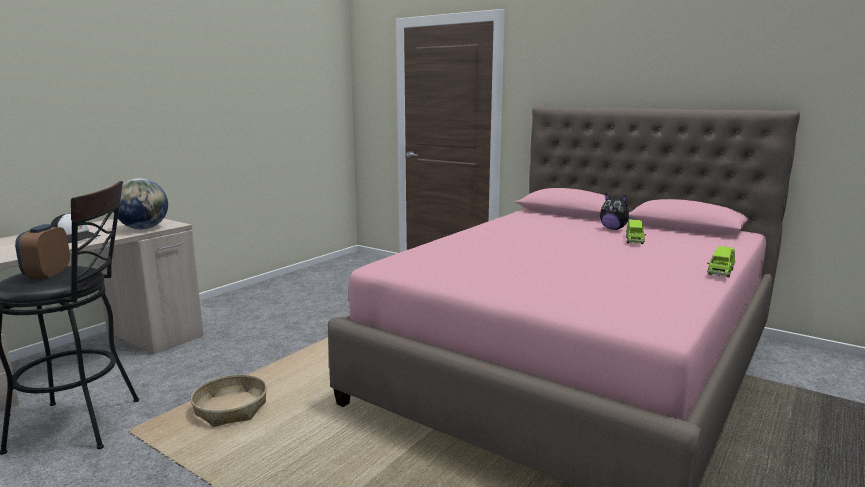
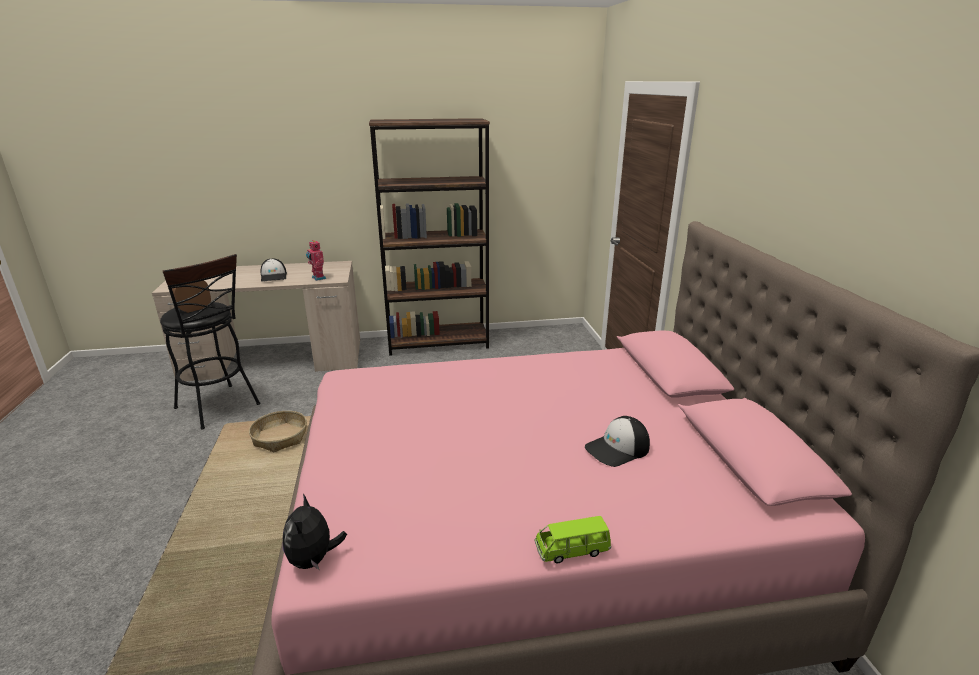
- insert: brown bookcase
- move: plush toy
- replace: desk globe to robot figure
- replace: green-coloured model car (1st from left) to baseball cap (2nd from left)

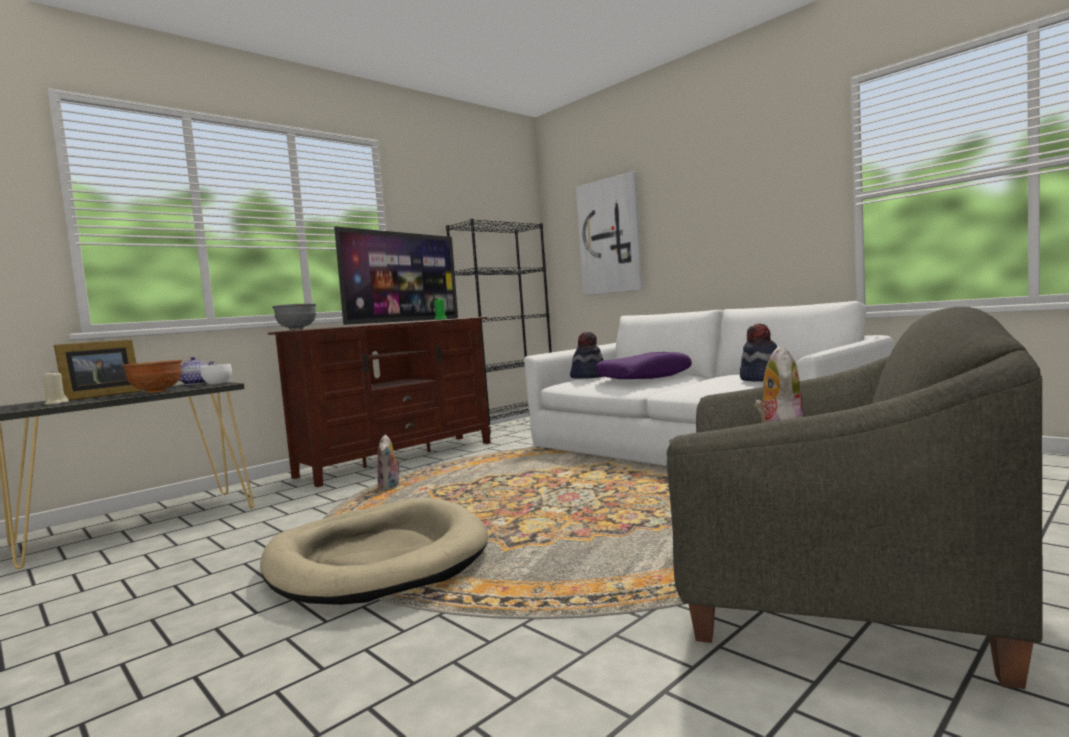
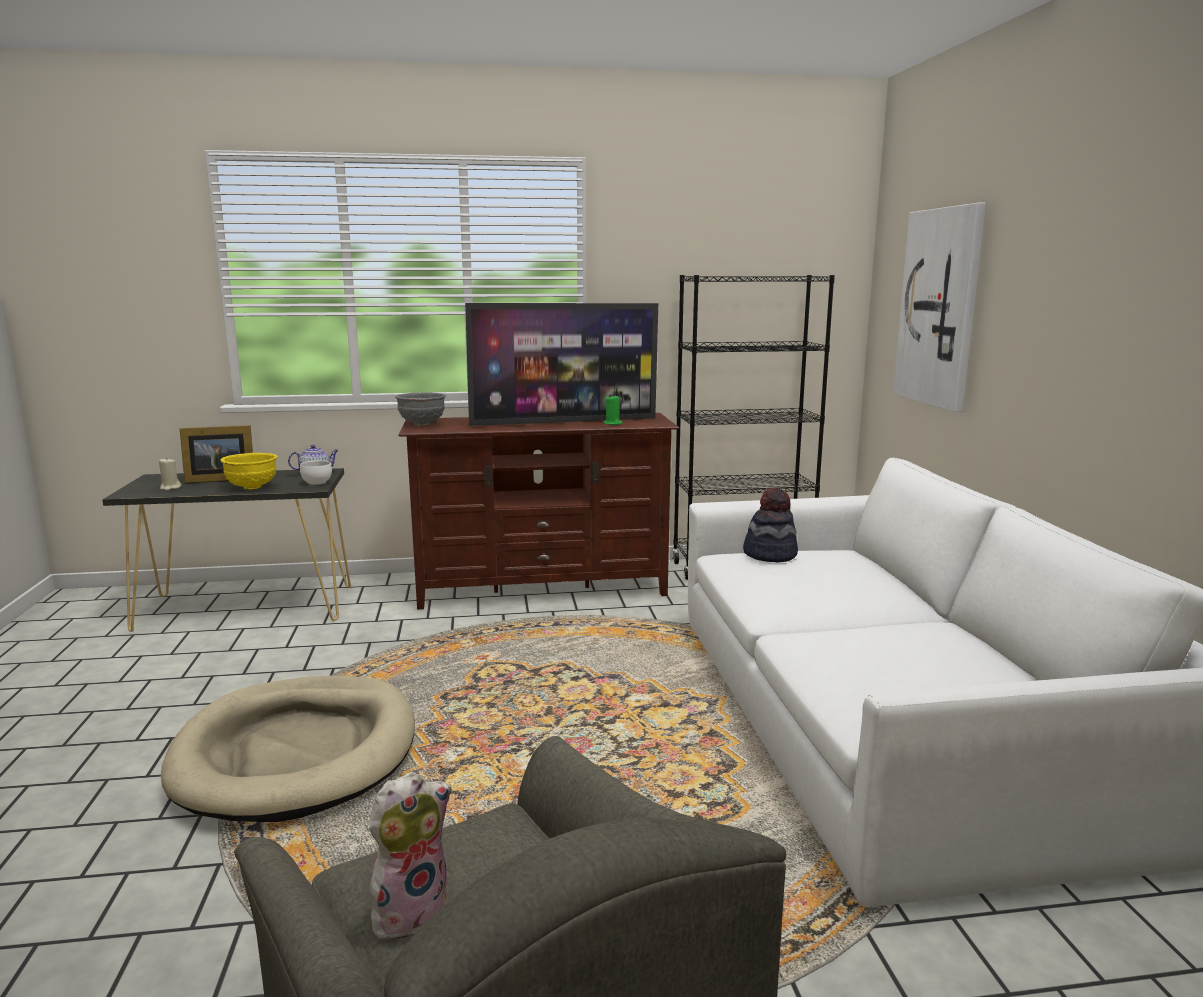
- delete: plush toy (1st from left)
- delete: purple-coloured throw pillow
- delete: wearable hat (2nd from left)
- recolor: brown bowl to yellowish bowl

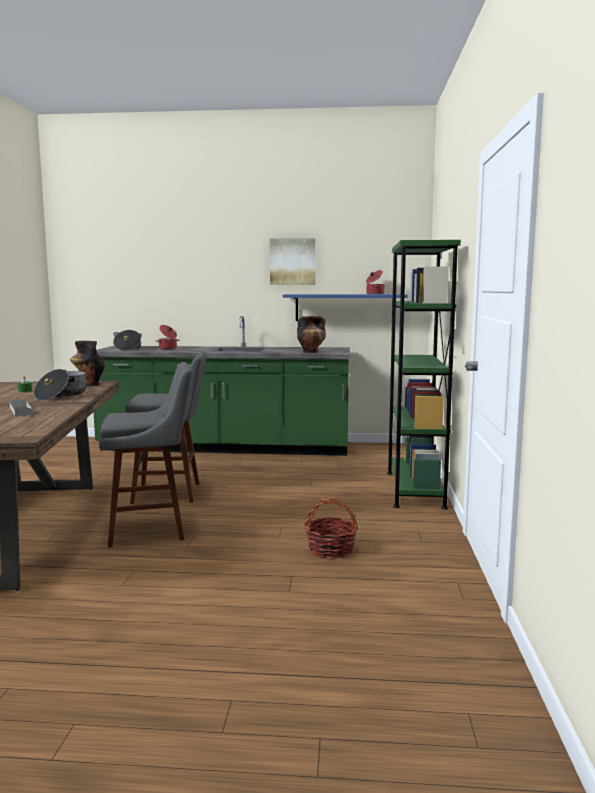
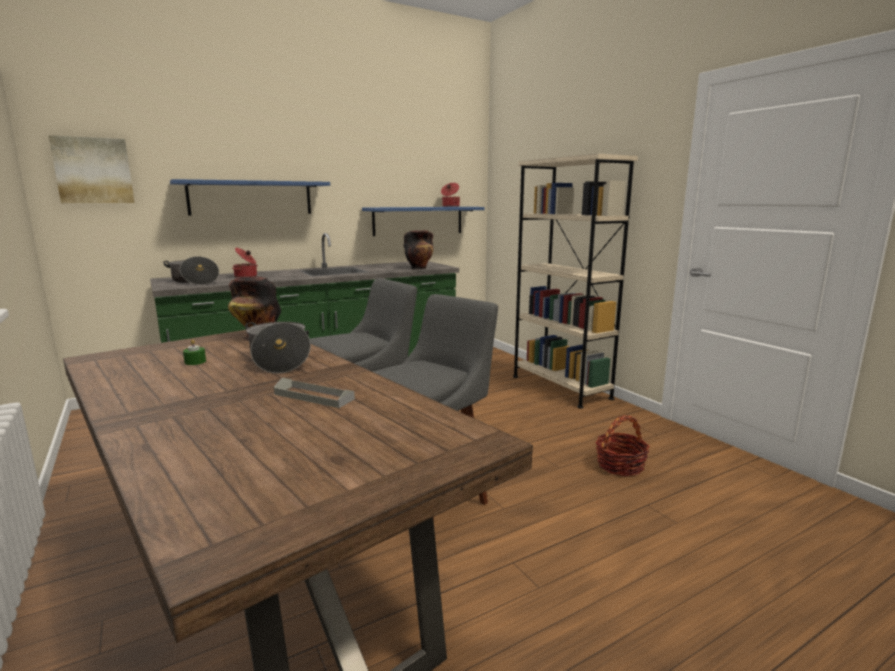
- insert: blue bracket shelf (1st from left)
- move: wall picture
- recolor: green-coloured bookcase to beige bookcase

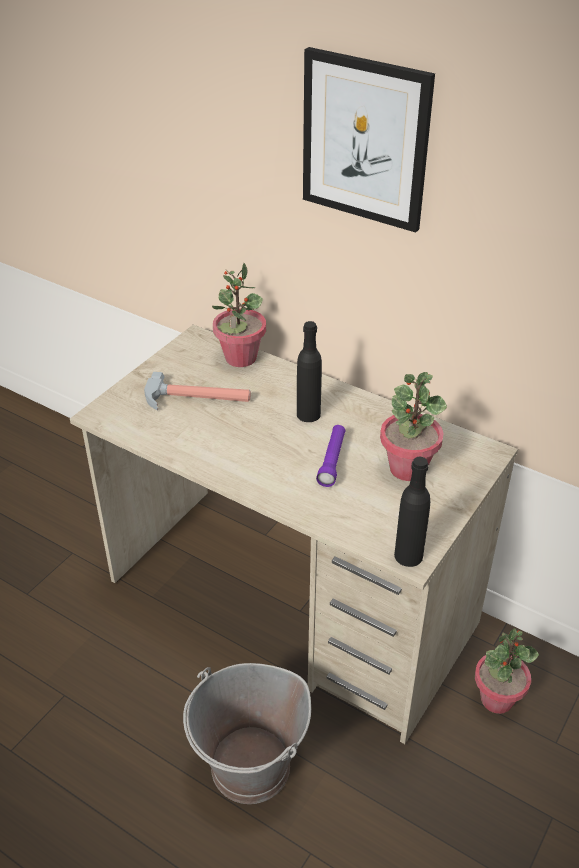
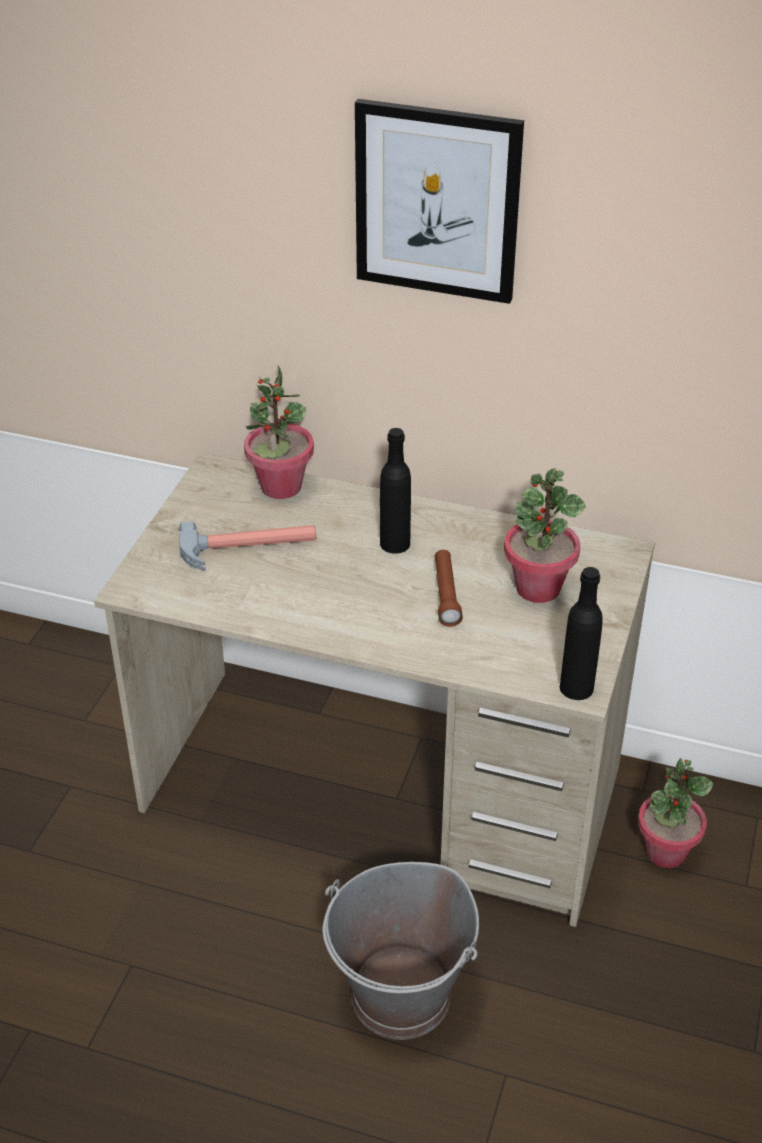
- recolor: purple-coloured hand torch to brown hand torch

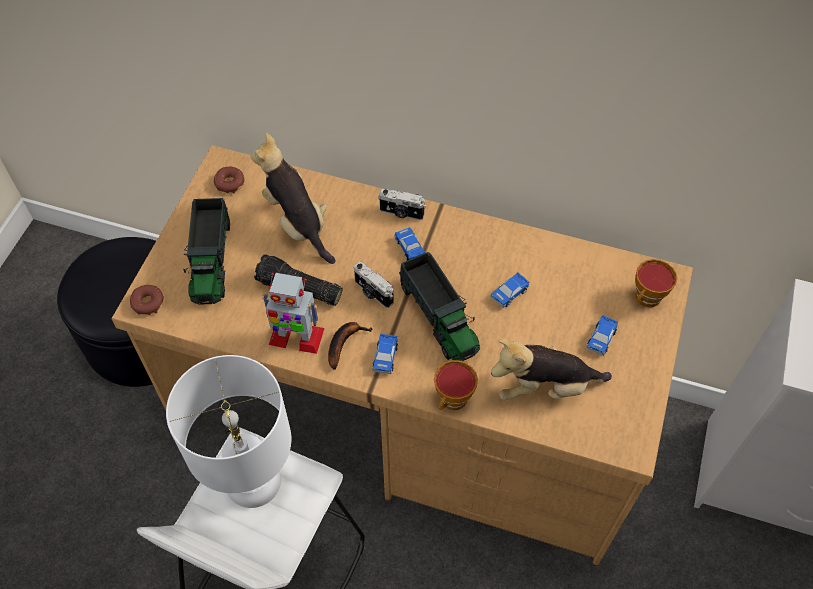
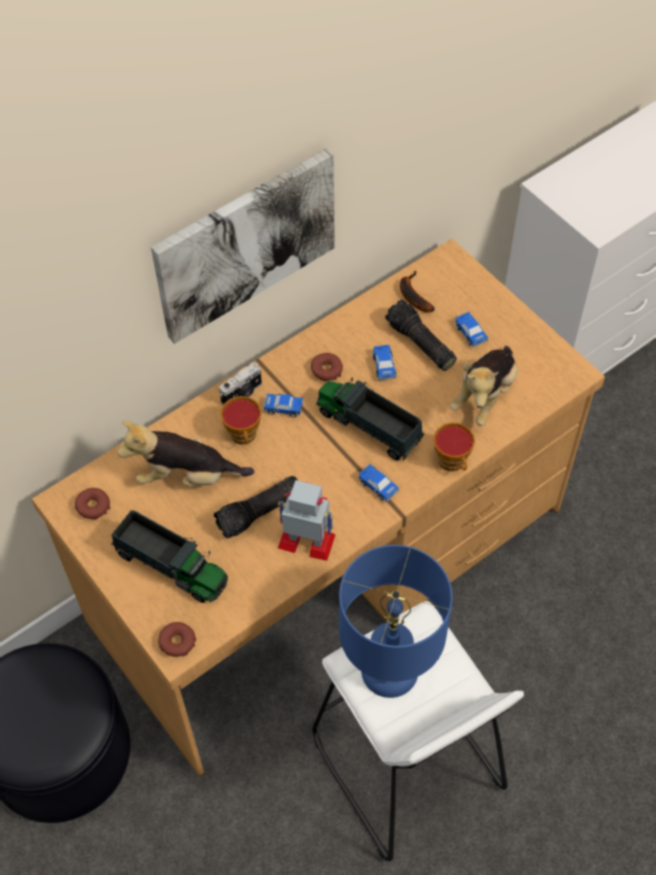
- delete: photo camera (1st from left)
- insert: wall picture
- insert: ring doughnut (3rd from left)
- insert: hand torch (2nd from left)
- move: whole banana
- move: small cup (2nd from left in the first image) to small cup (1st from left)
- recolor: white-coloured table lamp to blue table lamp
- rotate: robot figure 120 degrees counterclockwise
- rotate: toy lorry (2nd from left) 150 degrees counterclockwise

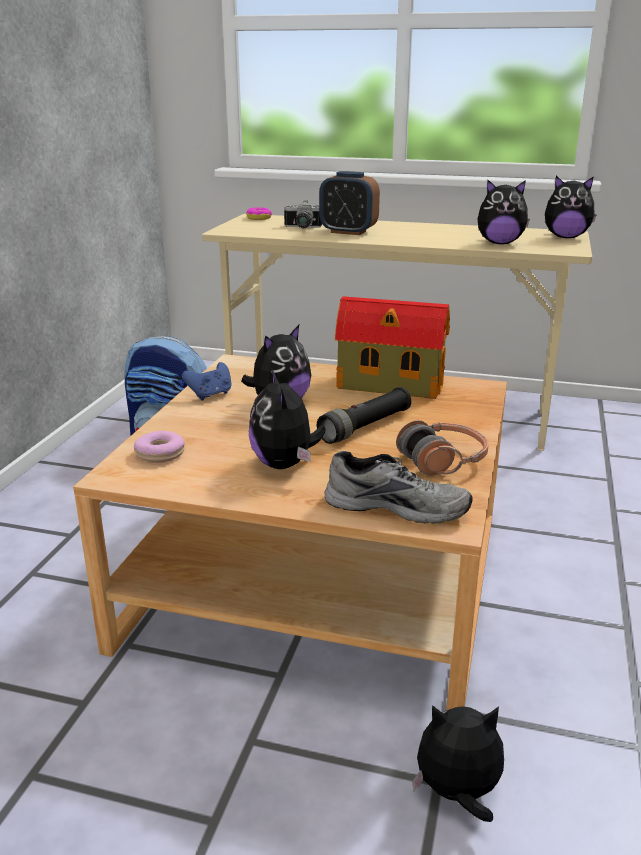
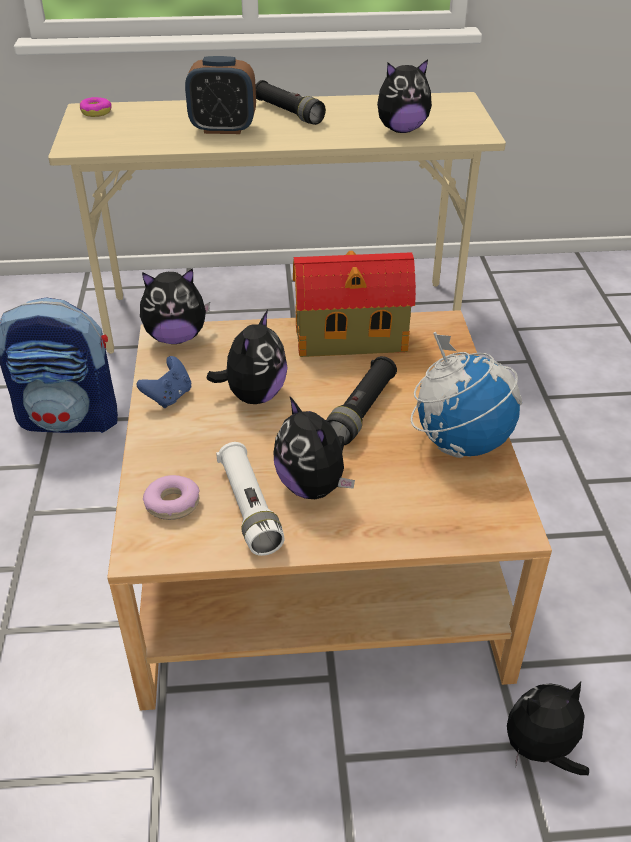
- delete: photo camera
- delete: gray low shoe
- insert: white-coloured hand torch
- insert: black-coloured hand torch (1st from left)
- move: plush toy (5th from left in the first image) to plush toy (1st from left)
- replace: headset to desk globe

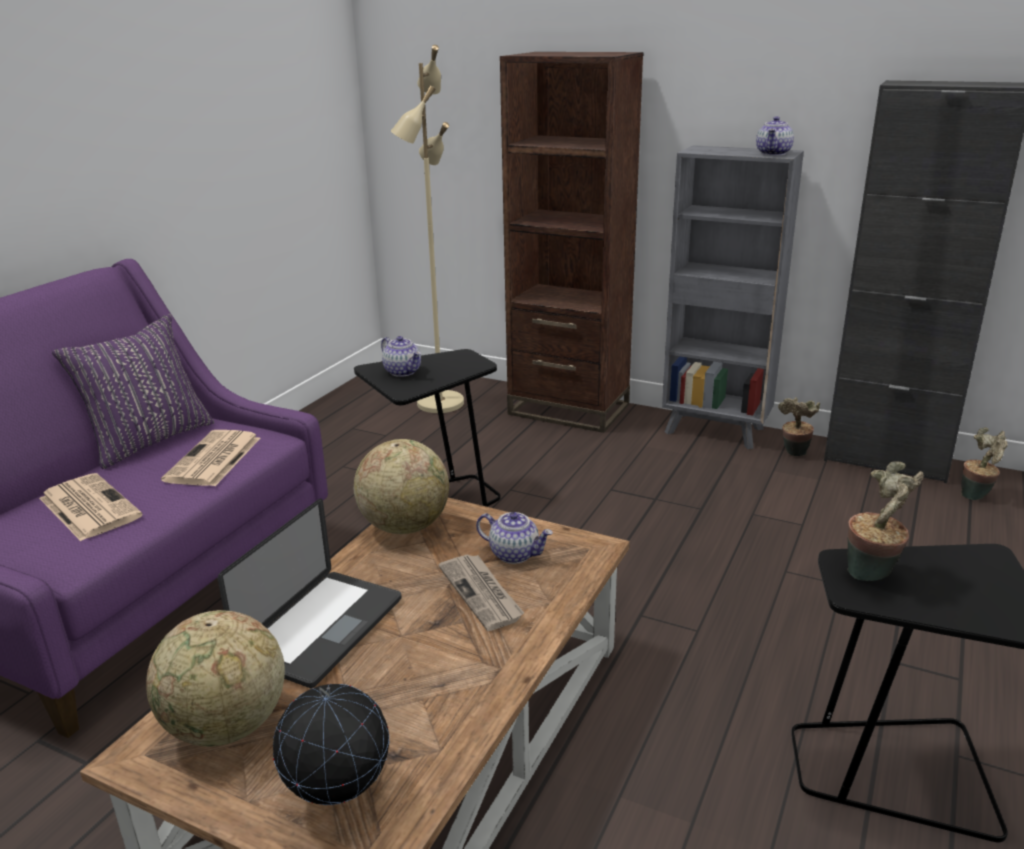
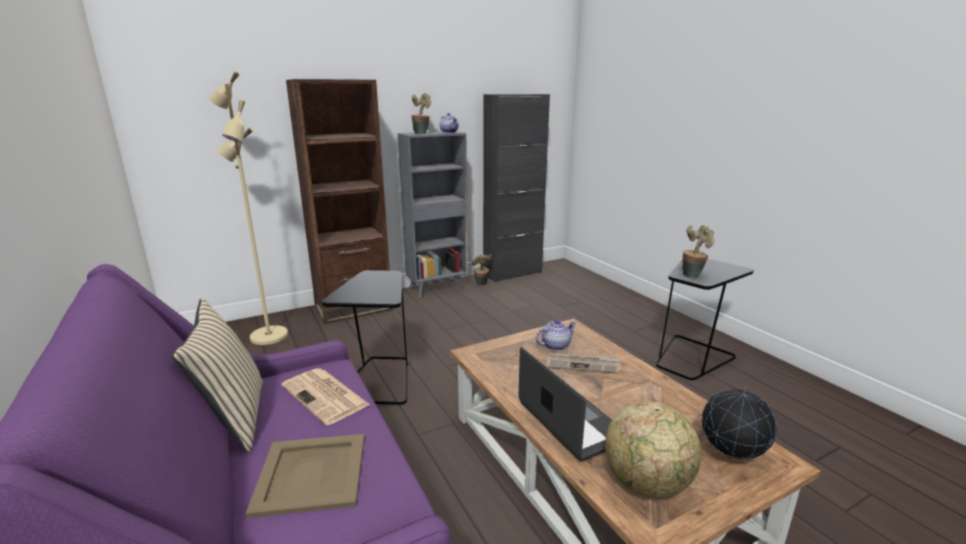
- delete: desk globe (3rd from left)
- delete: teapot (1st from left)
- move: houseplant (3rd from left in the first image) to houseplant (1st from left)
- replace: printed paper (1st from left) to beige carrying tray
- recolor: purple-coloured throw pillow to beige throw pillow

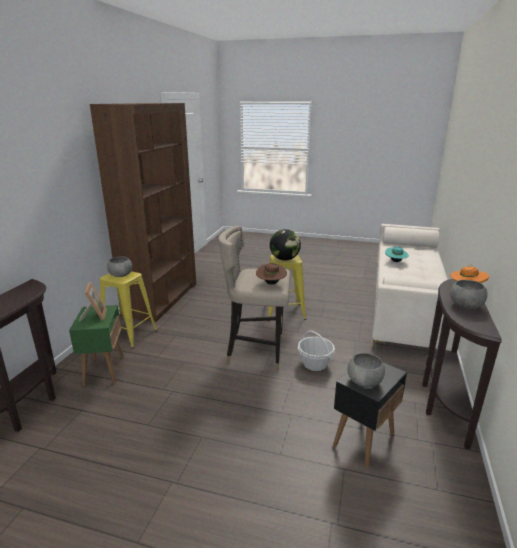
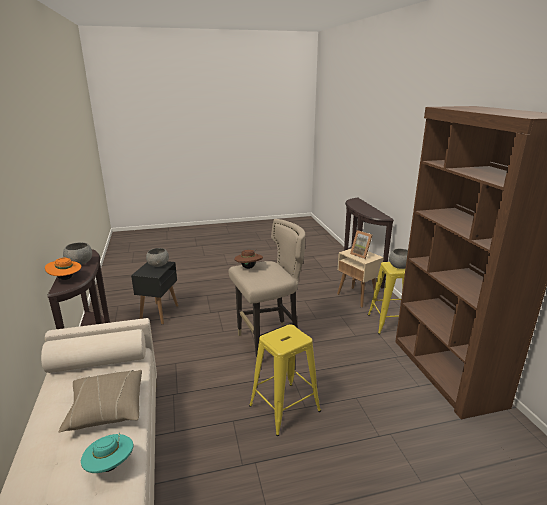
- delete: desk globe
- delete: basket
- insert: beige throw pillow
- recolor: green-coloured accent table to beige accent table

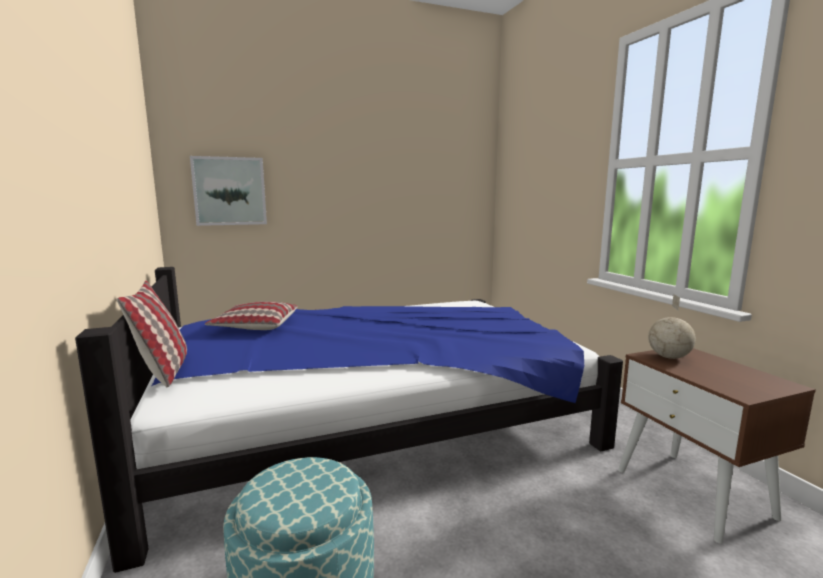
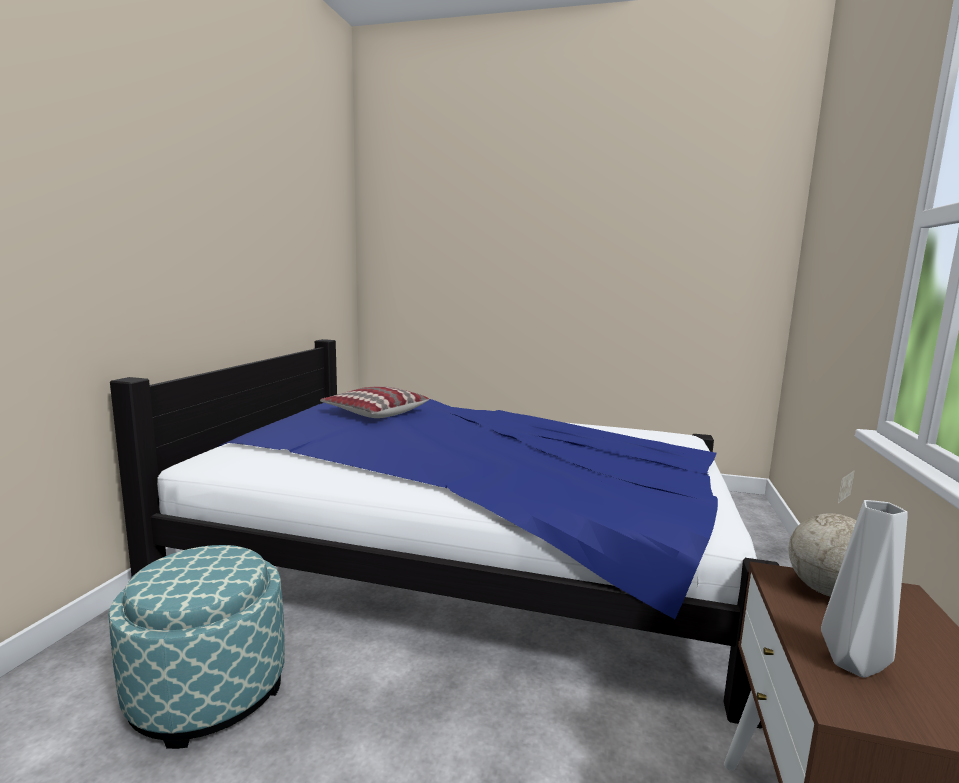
- delete: throw pillow (1st from left)
- delete: wall picture
- insert: gray flower vase

